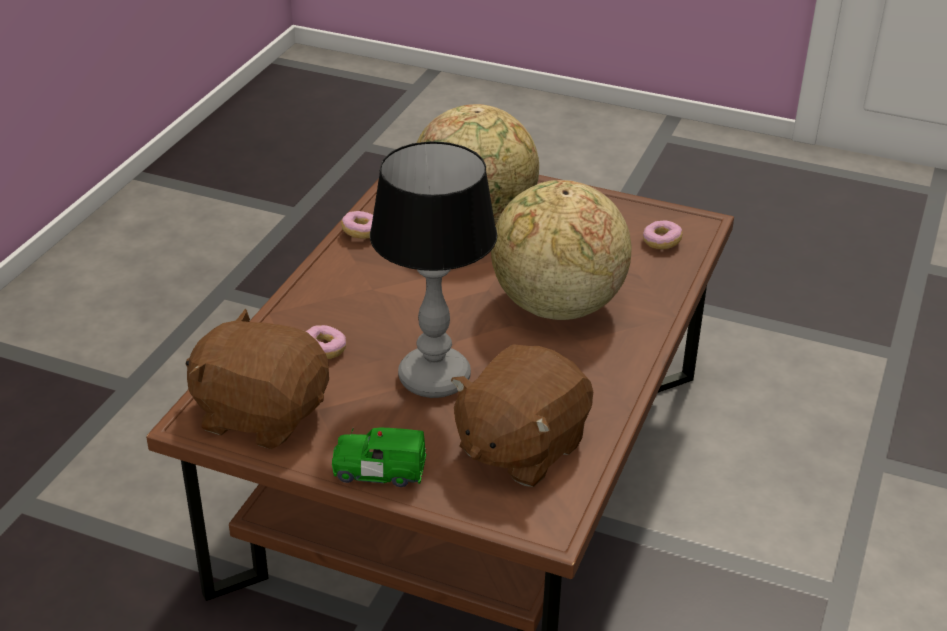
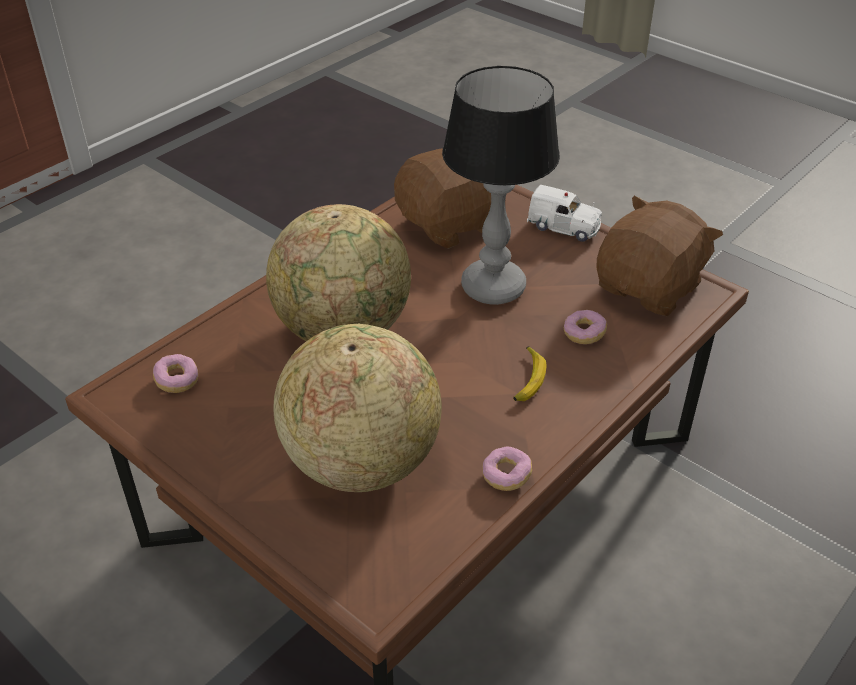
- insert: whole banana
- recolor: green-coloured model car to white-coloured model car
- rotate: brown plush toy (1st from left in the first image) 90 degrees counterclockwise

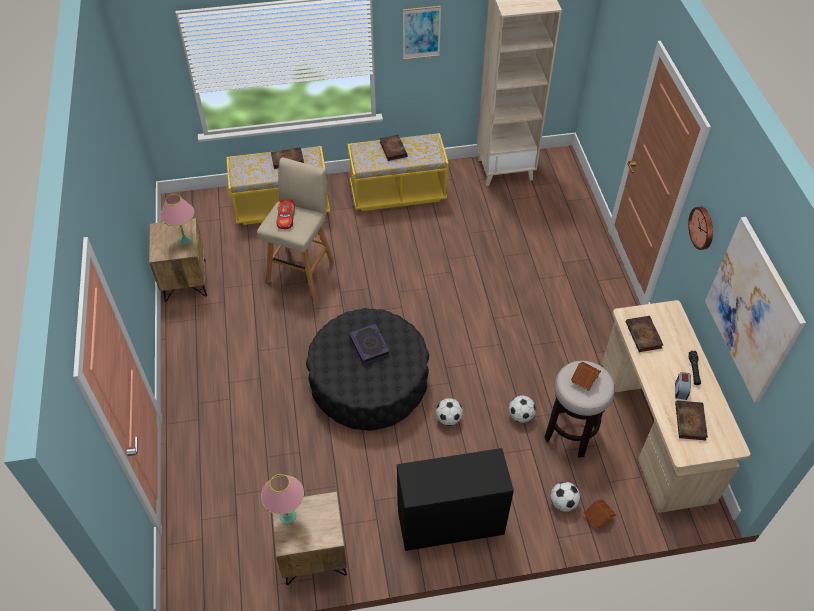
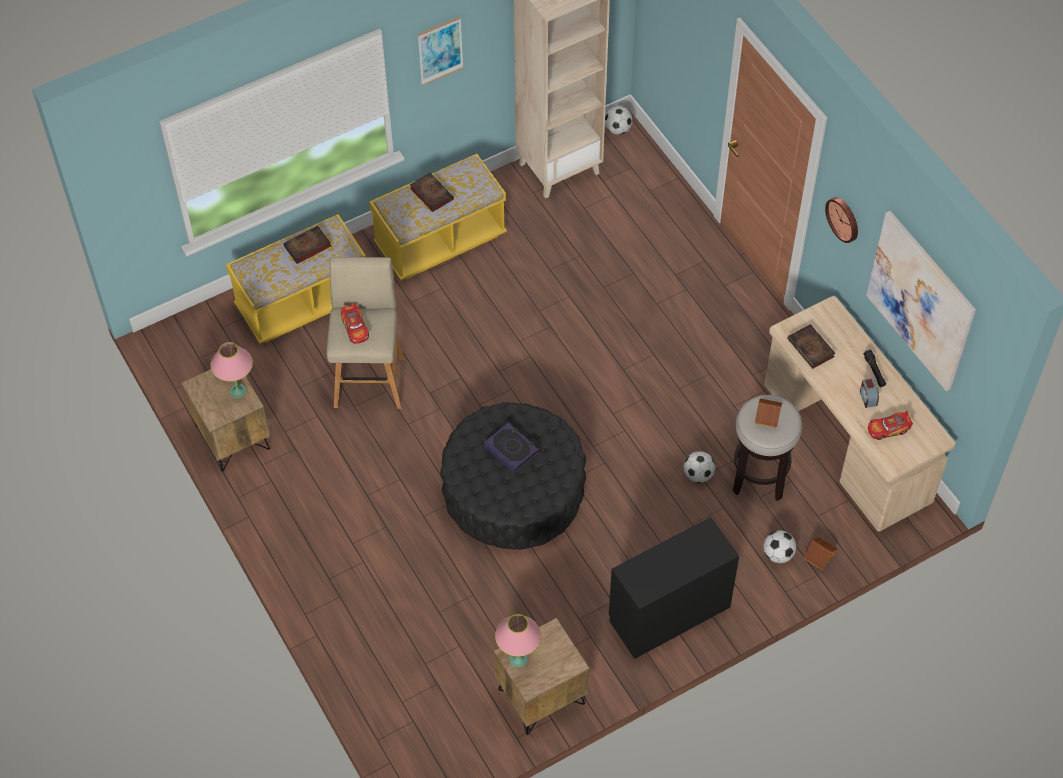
- move: football (1st from left)
- replace: book (5th from left) to model car (2nd from left)

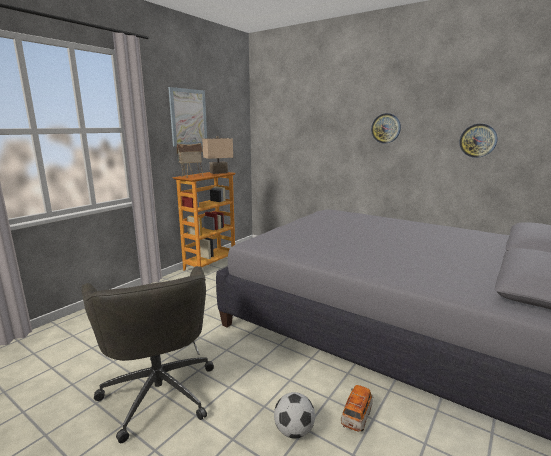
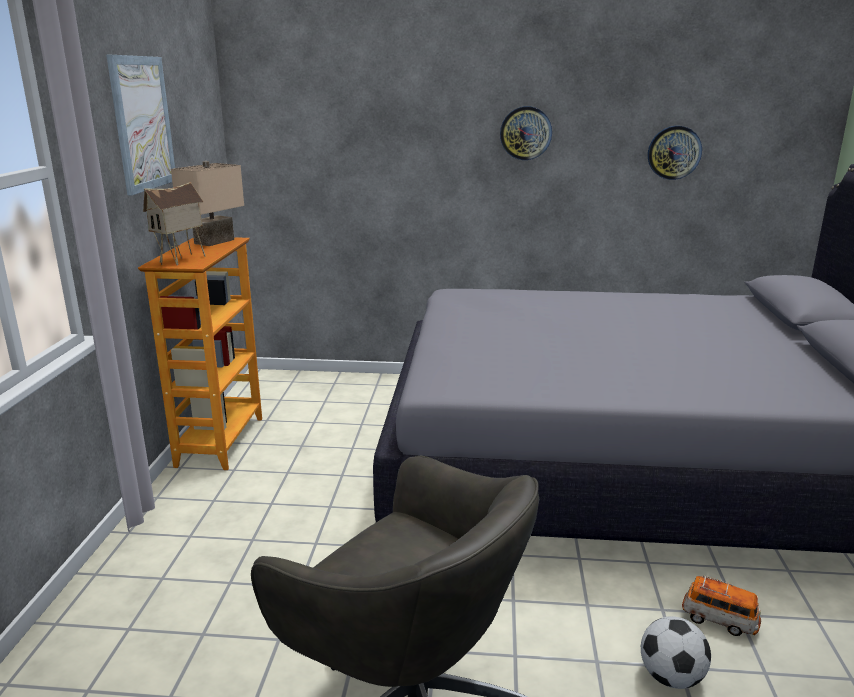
- rotate: model car 120 degrees clockwise

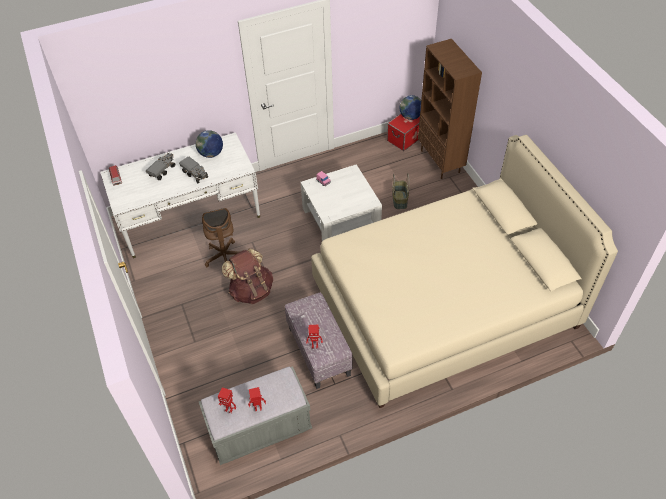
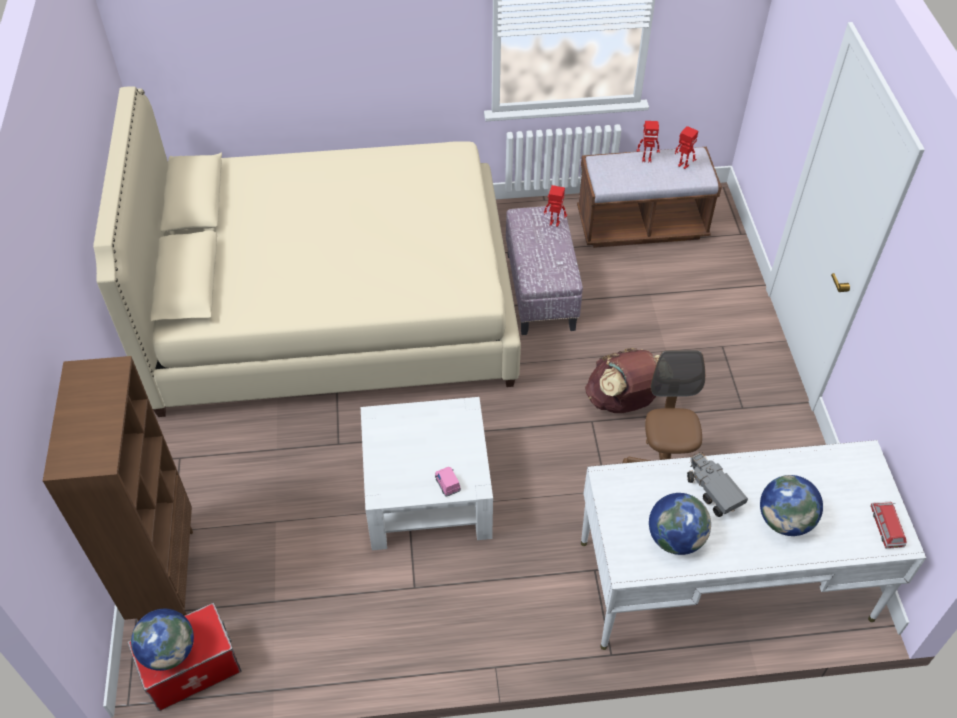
- delete: basket
- replace: toy lorry (1st from left) to desk globe (3rd from left)
- recolor: gray indoor bench to brown indoor bench

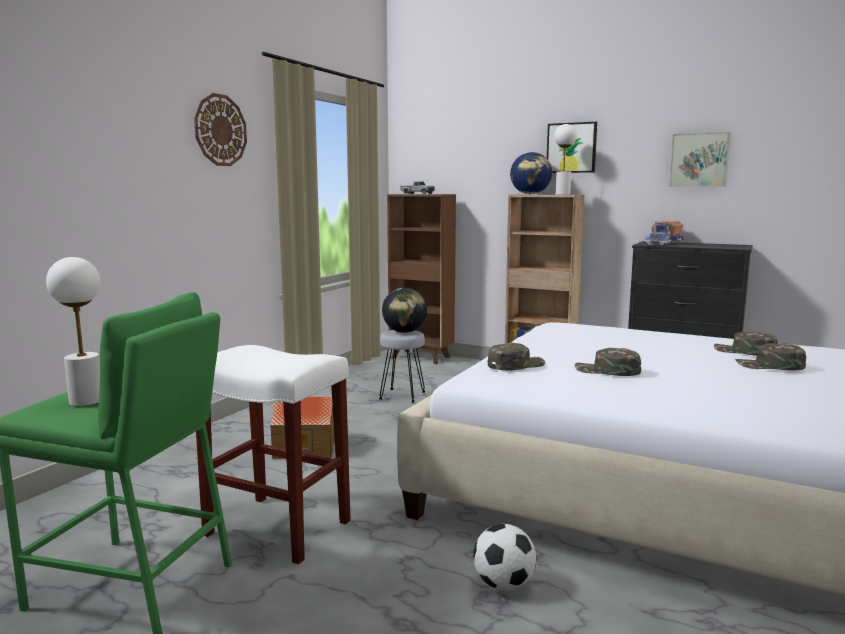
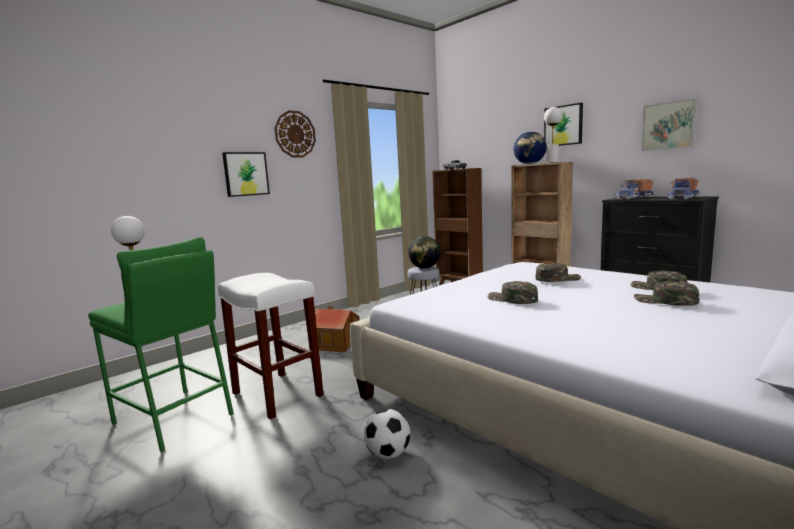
- insert: wall picture (1st from left)
- insert: toy lorry (3rd from left)
- move: green-coloured baseball cap (1st from left in the first image) to green-coloured baseball cap (2nd from left)

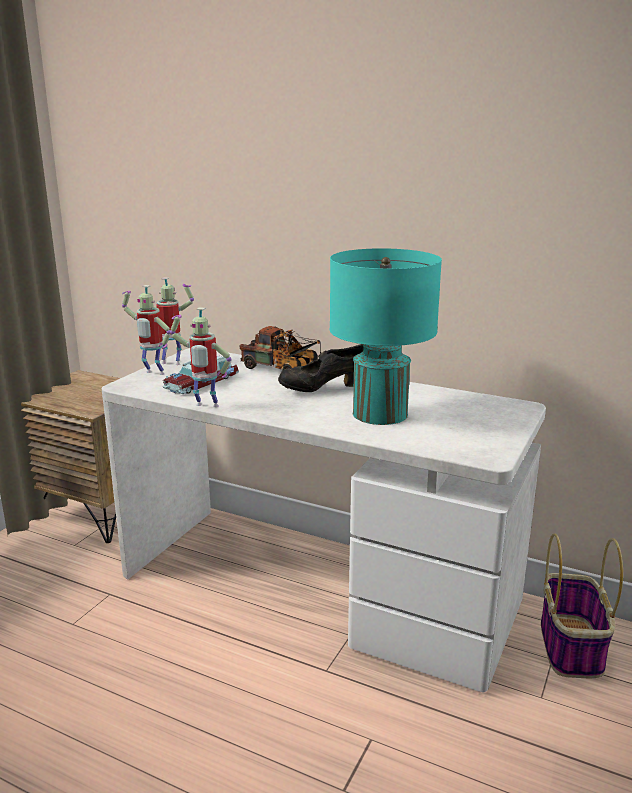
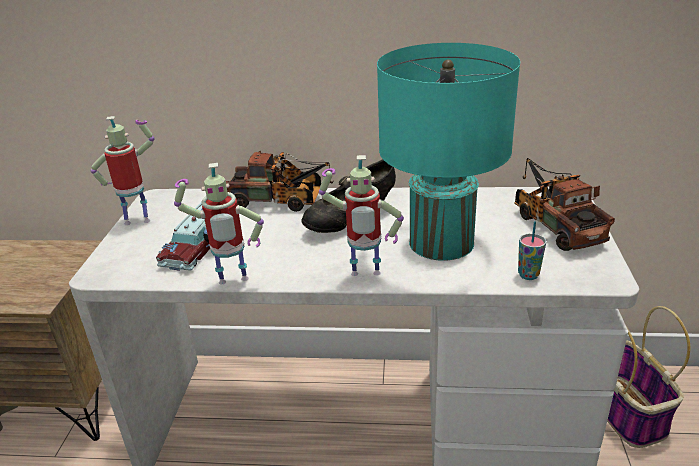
- insert: toy lorry (2nd from left)
- insert: small cup
- move: robot figure (1st from left in the first image) to robot figure (3rd from left)

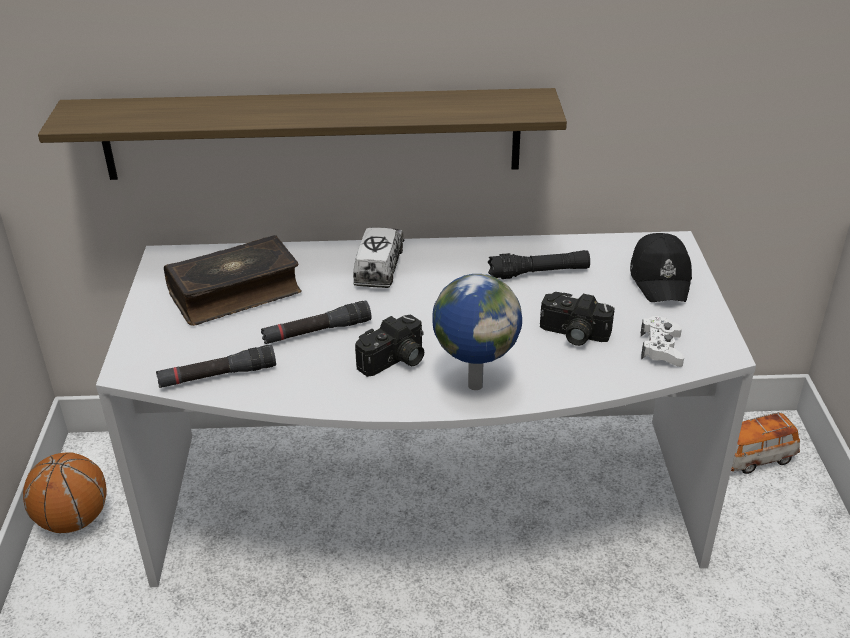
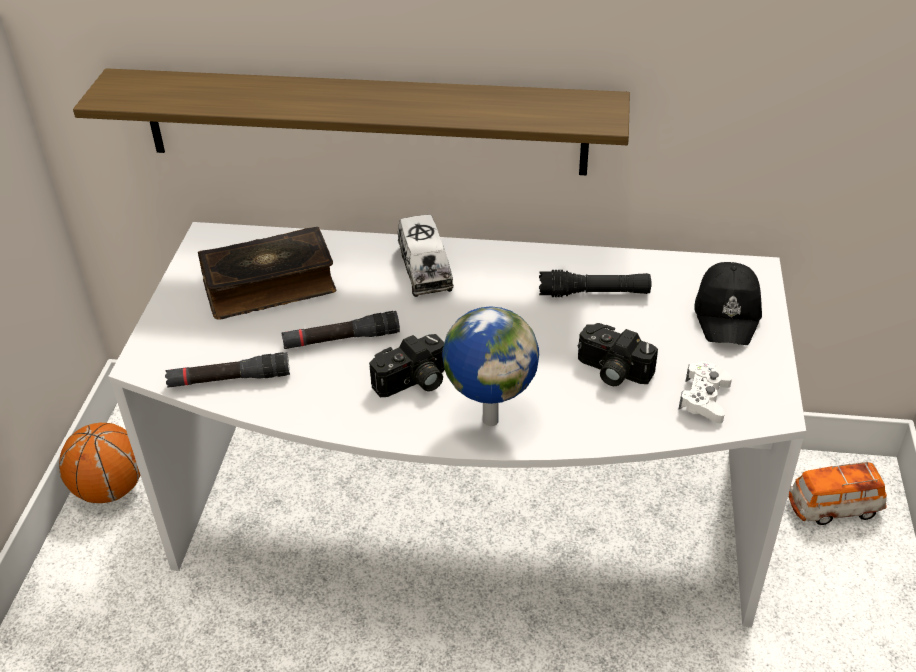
- rotate: toy lorry 150 degrees clockwise

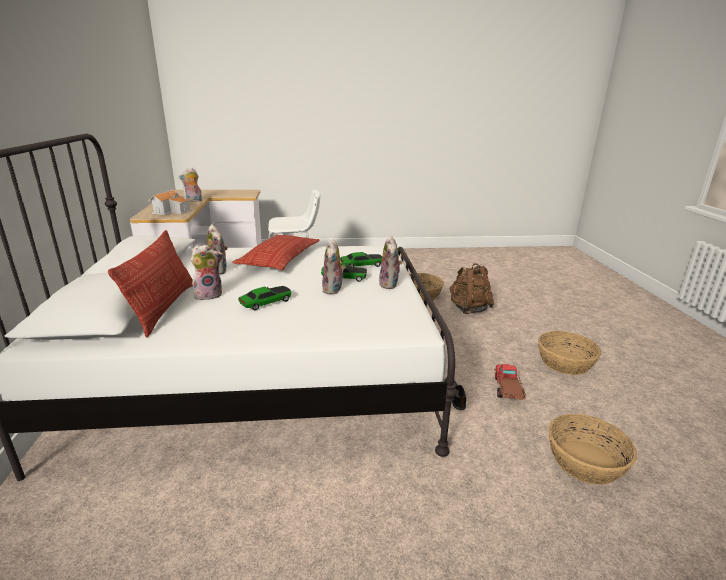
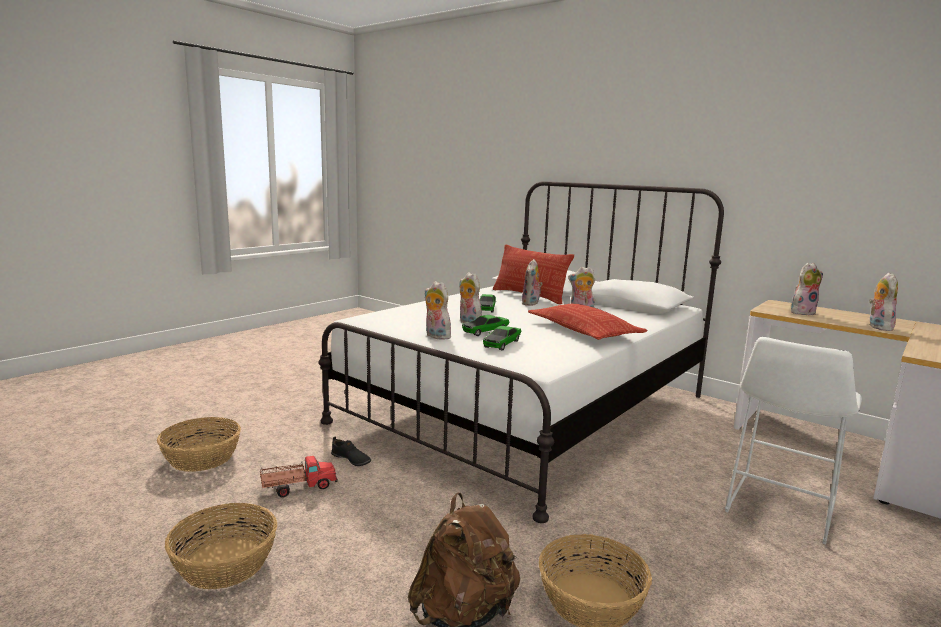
- replace: model house to plush toy (5th from left)
- rotate: toy lorry 75 degrees counterclockwise

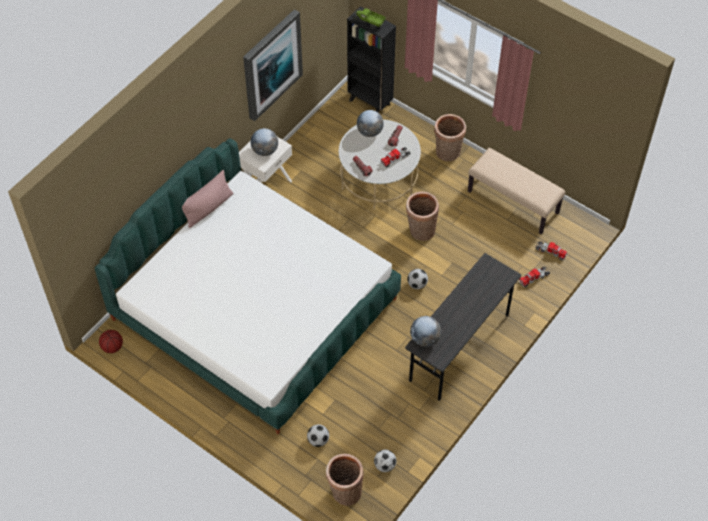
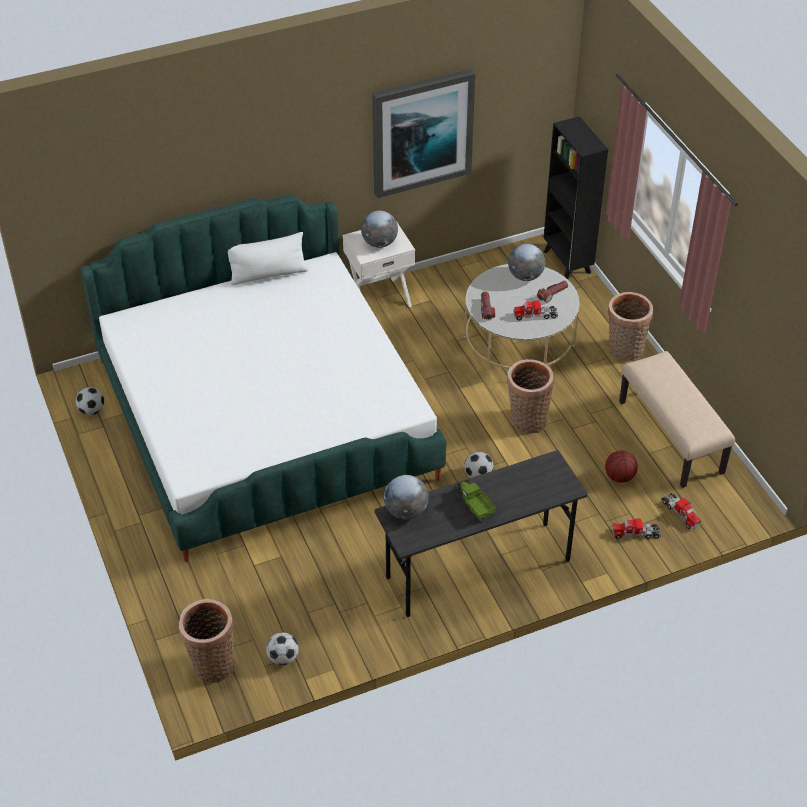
- move: basketball
- move: football (1st from left)
- move: toy lorry (1st from left)
- recolor: pinkish throw pillow to white-coloured throw pillow

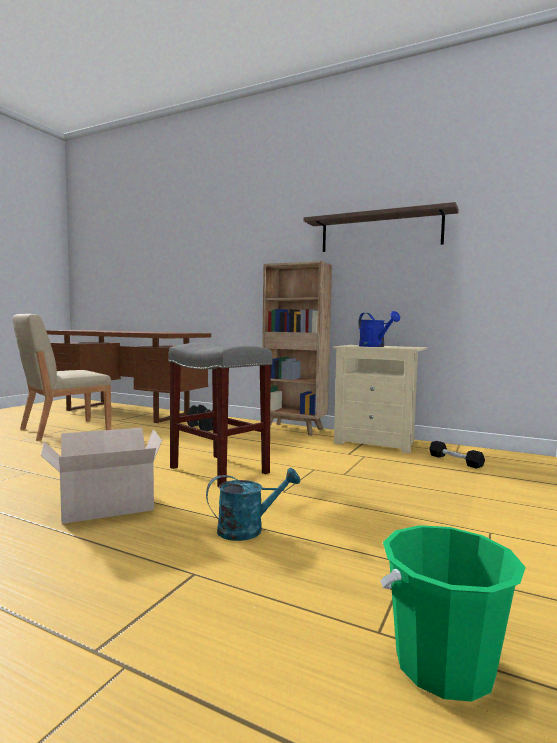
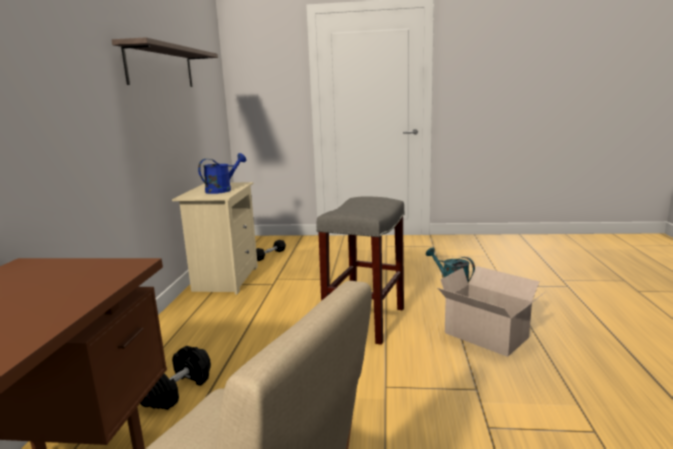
- delete: brown bookcase
- delete: green-coloured bucket

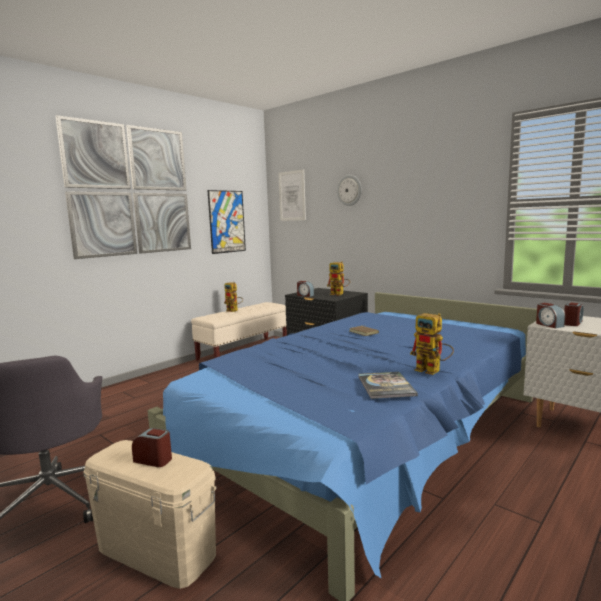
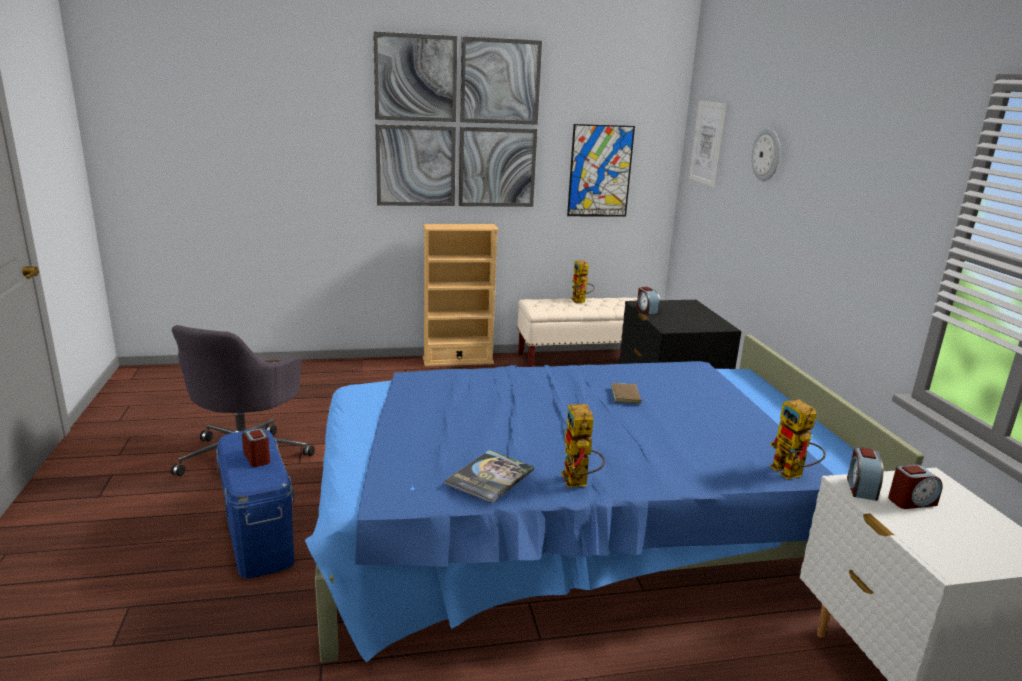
- insert: beige bookcase
- move: robot figure (2nd from left in the first image) to robot figure (3rd from left)
- recolor: beige storage container to blue storage container

